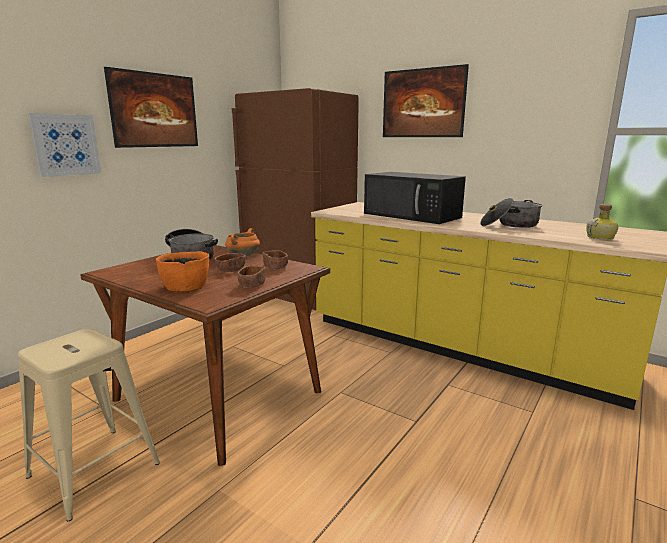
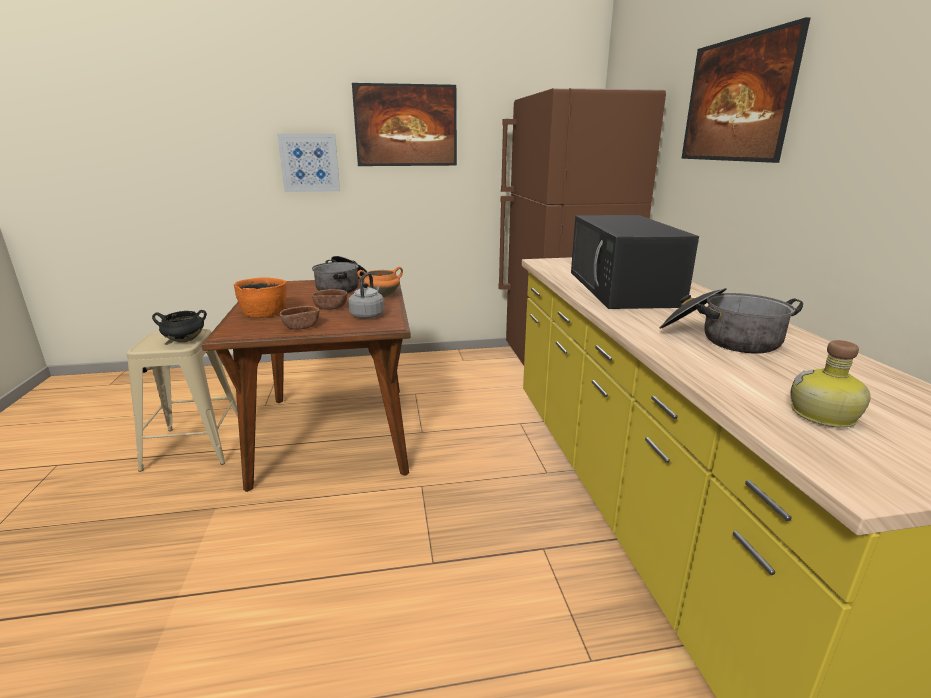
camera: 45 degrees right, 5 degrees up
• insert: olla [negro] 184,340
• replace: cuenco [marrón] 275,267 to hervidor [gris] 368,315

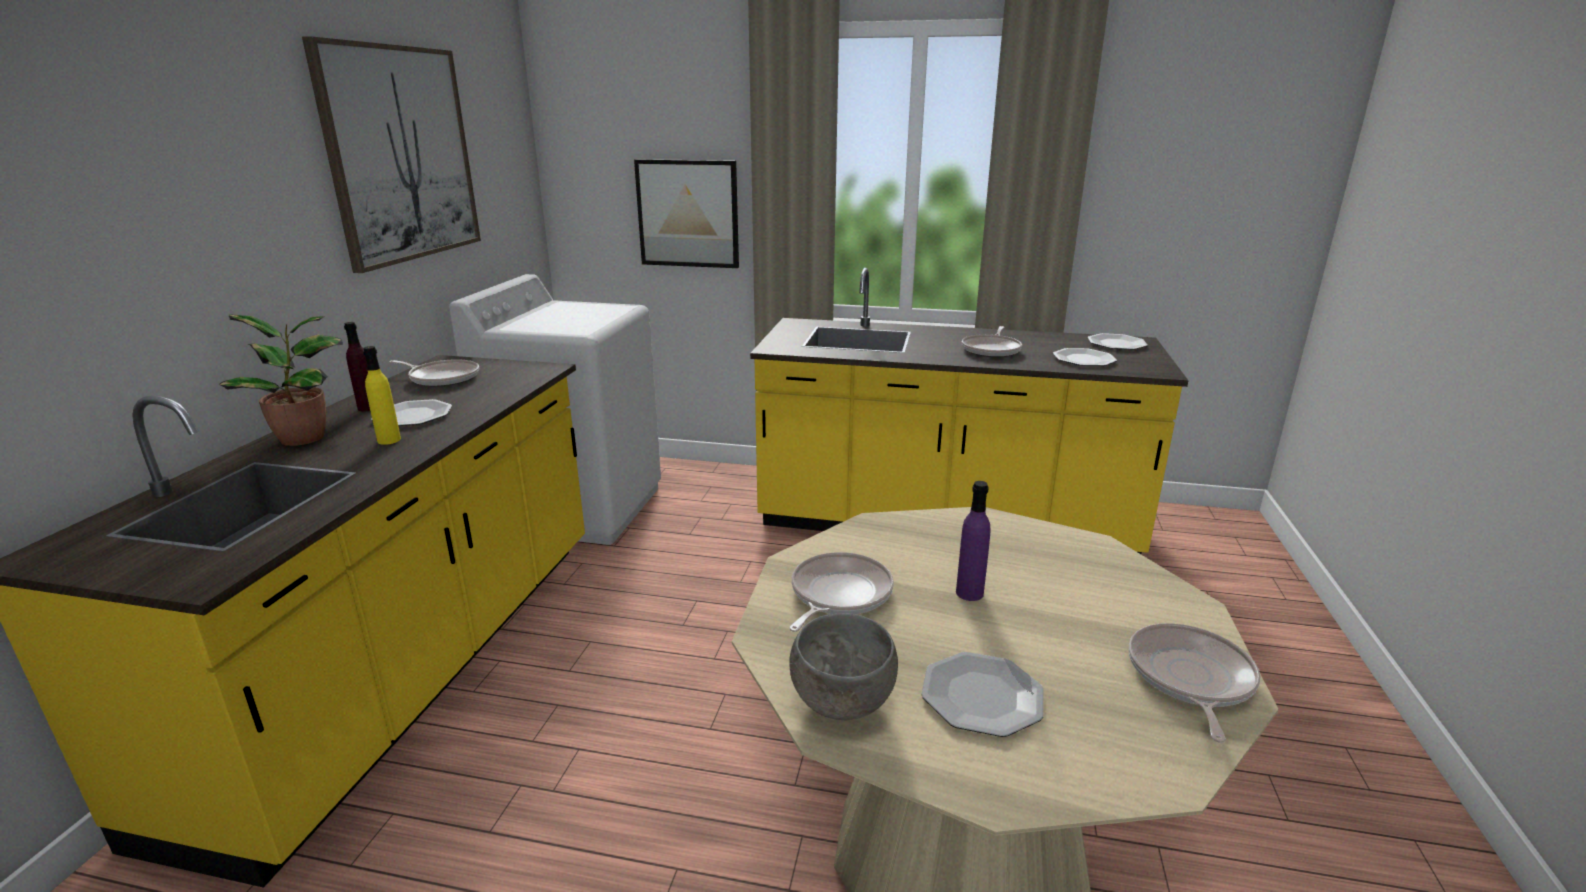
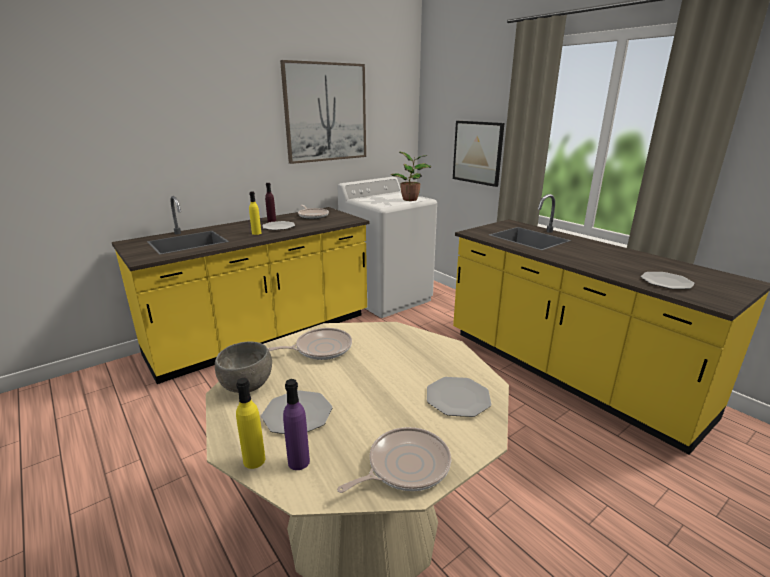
camera: 40 degrees right, 0 degrees up
• insert: botella [amarillo] 254,460
• move: botella [morado] 969,593 to 298,462
• move: planta en maceta 306,437 to 411,199
• move: plato 1116,344 to 457,398
• delete: sartén 992,350

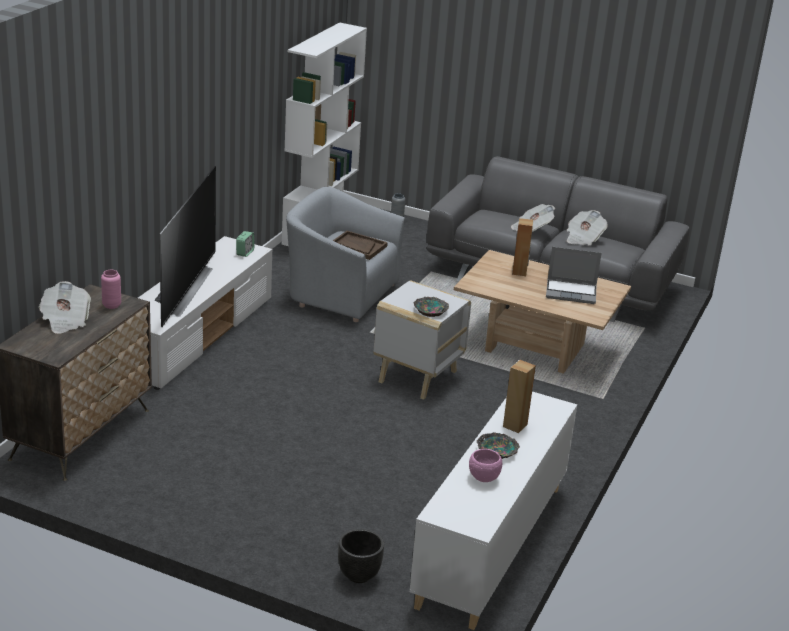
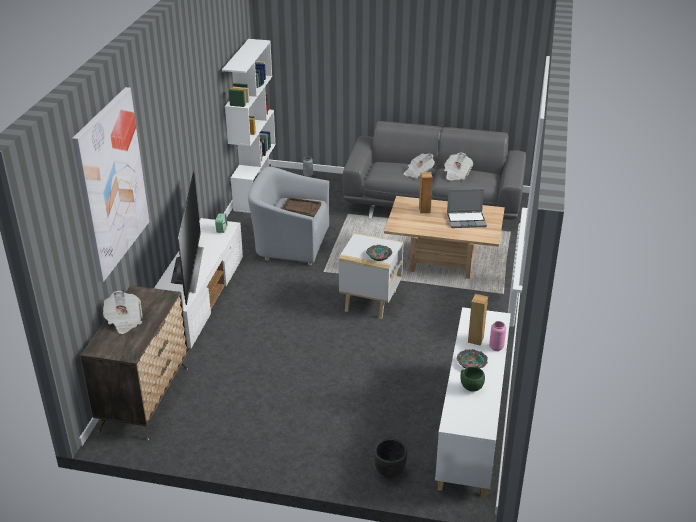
camera: 10 degrees left, 5 degrees up
• insert: cuadro 111,183
• recolor: cuenco [rosa] 483,478 to cuenco [verde] 471,387
• move: florero [rosa] 111,305 to 496,347

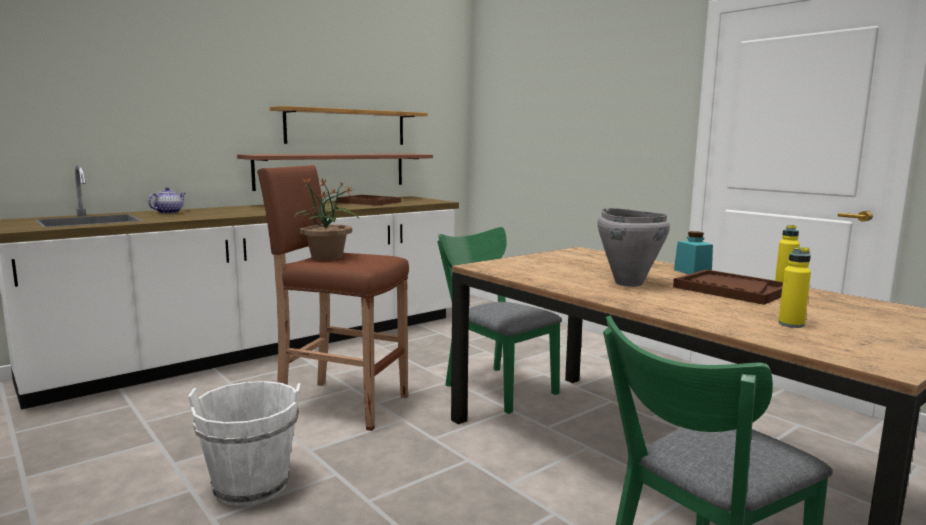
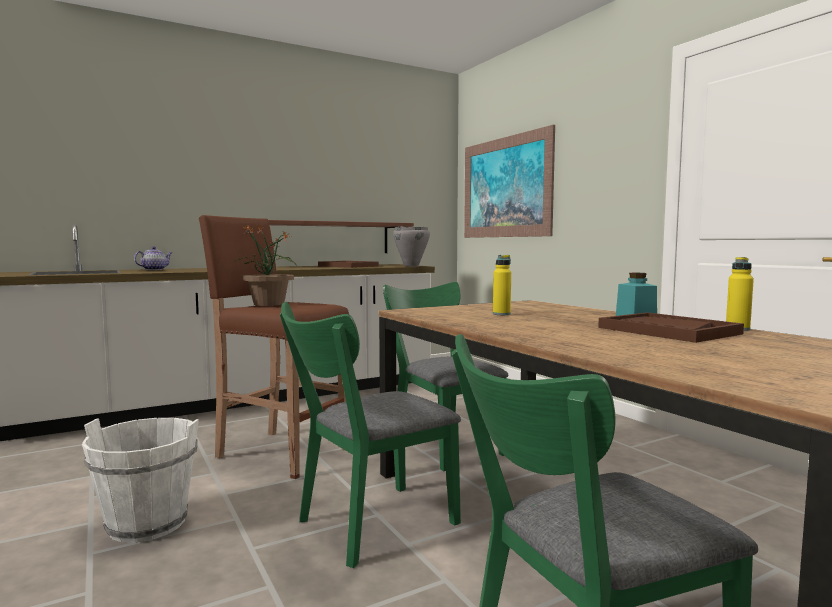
camera: 10 degrees right, 5 degrees down
• insert: silla [verde] 368,525
• move: olla [gris] 628,283 to 411,266
• insert: cuadro 505,187
• move: botella [amarillo] 791,324 to 501,314
• delete: estante 346,127

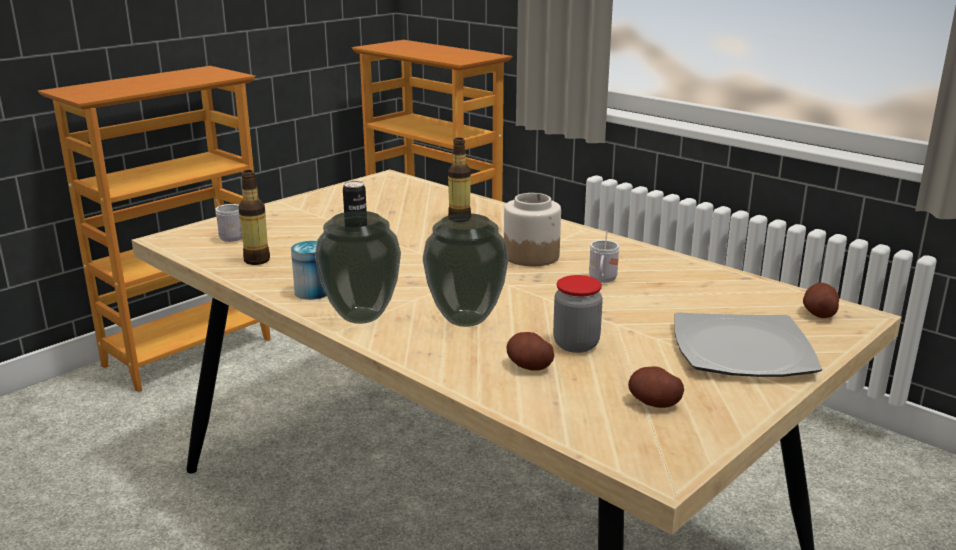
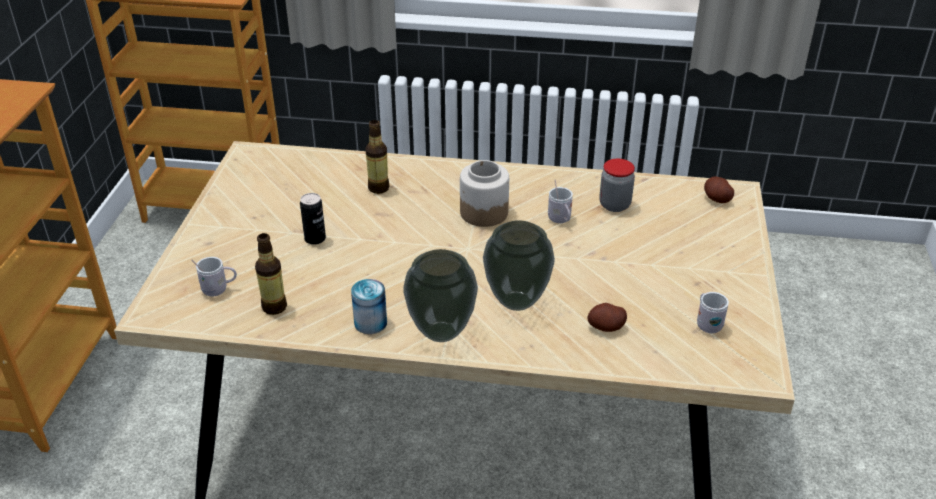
camera: 35 degrees left, 15 degrees up
• move: tarro 576,344 to 614,205
• replace: patata 654,403 to taza grande [blanco] 707,324
• delete: plato 743,349

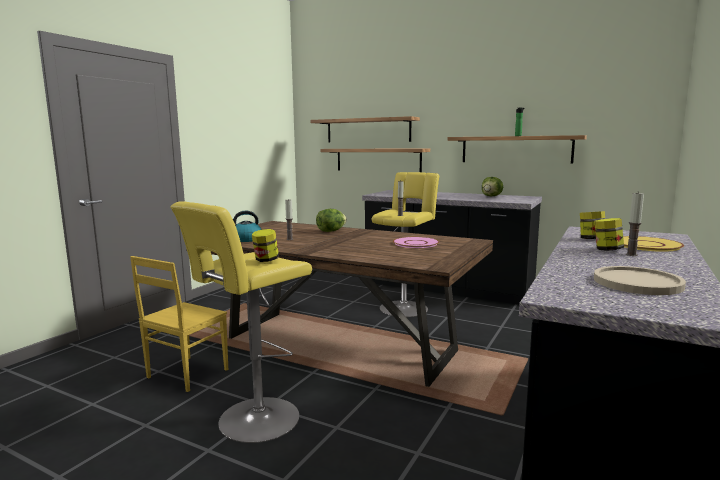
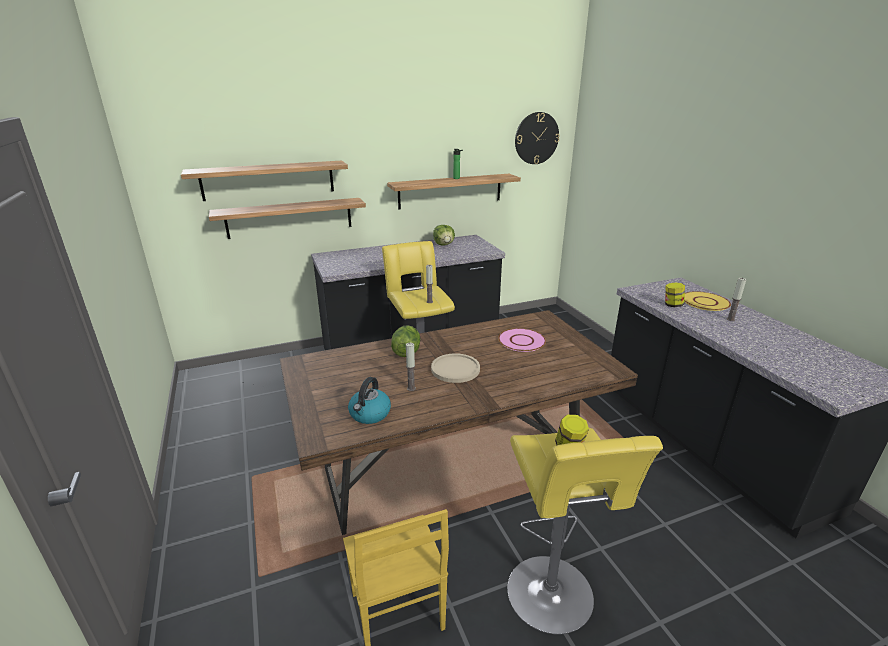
camera: 50 degrees left, 15 degrees up
• move: plato [beis] 637,282 to 455,369
• insert: reloj de pared 536,138
• delete: tarro 607,250

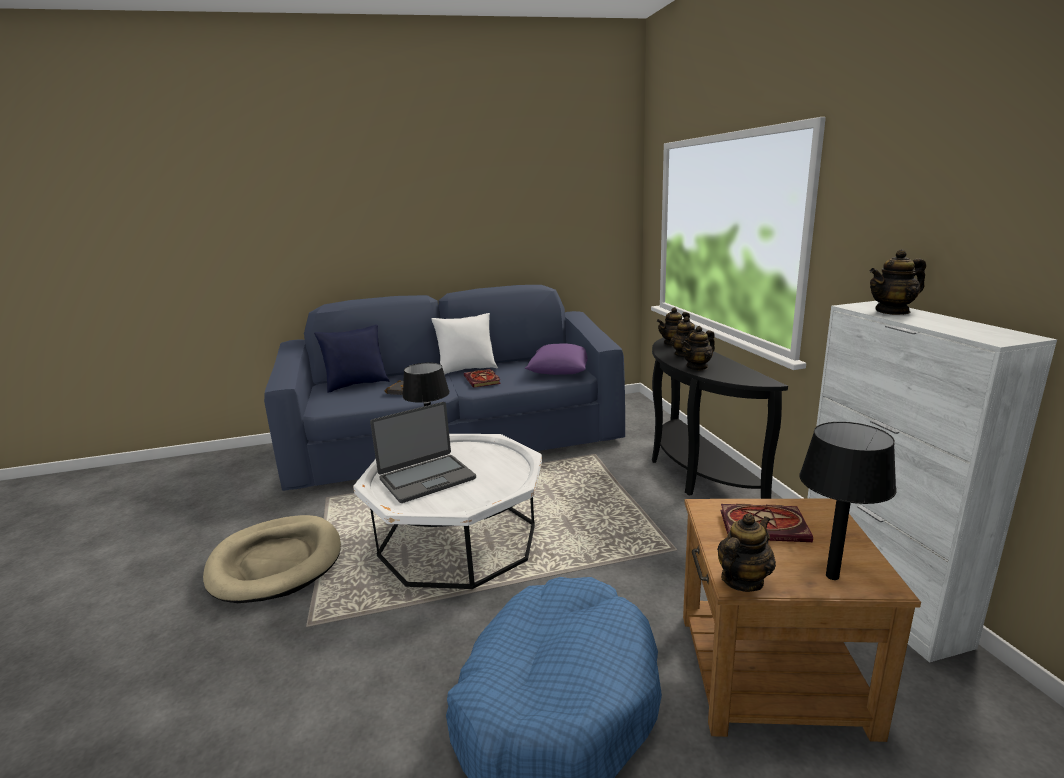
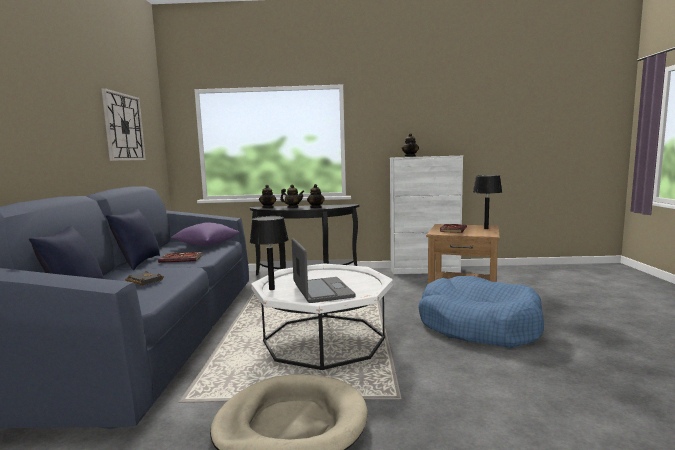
camera: 75 degrees left, 10 degrees down
• insert: reloj de pared 124,127
• recolor: cojín [blanco] 467,370 to cojín [azul] 138,263
• delete: tetera 742,581

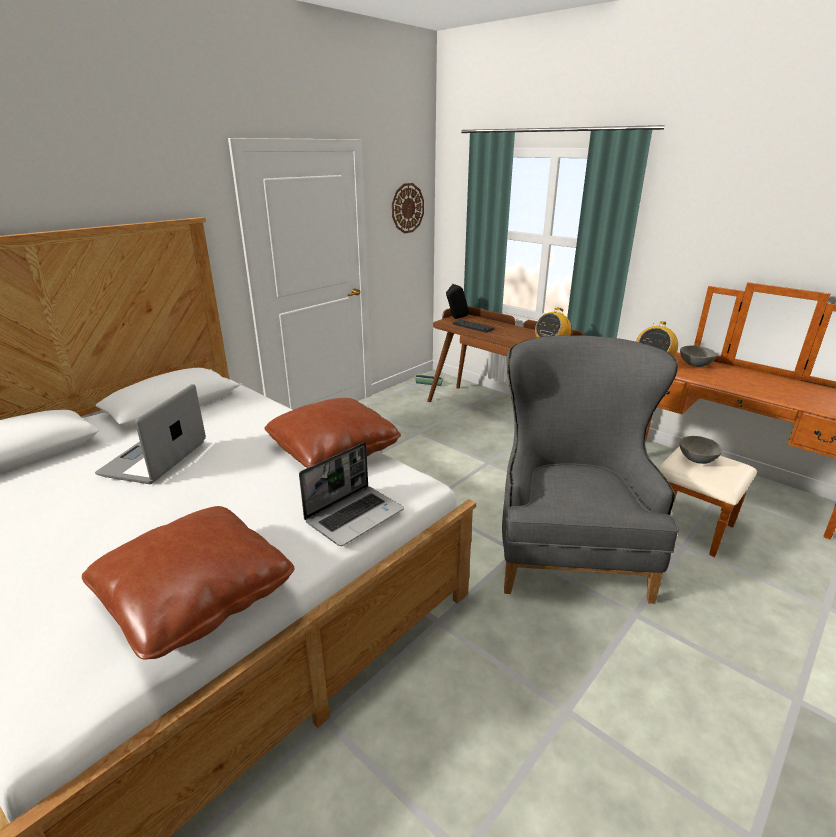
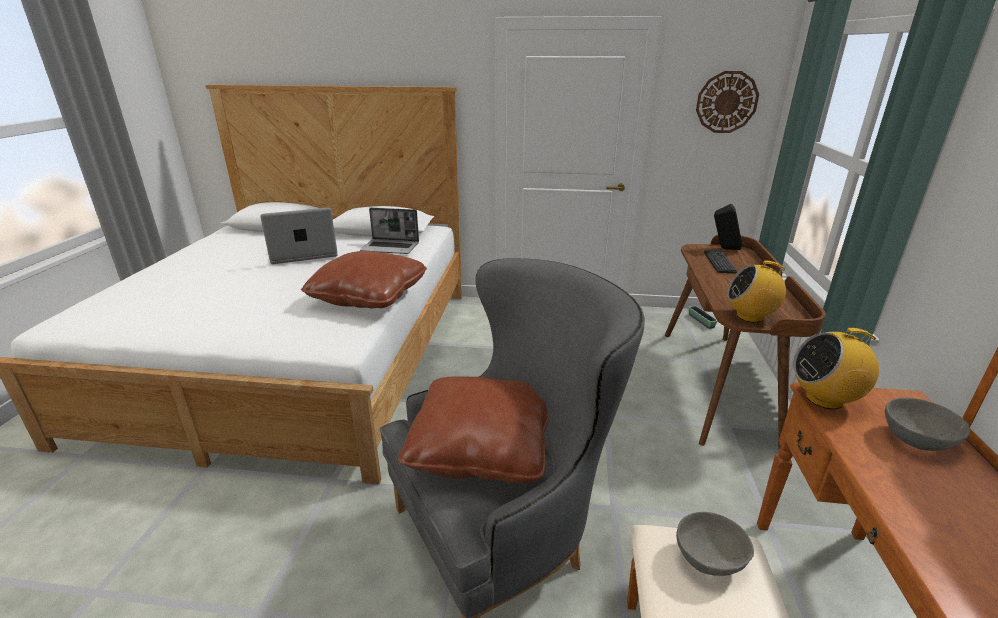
camera: 55 degrees right, 0 degrees up
• move: portátil 355,515 to 391,247
• move: cojín [marrón] 195,596 to 481,446

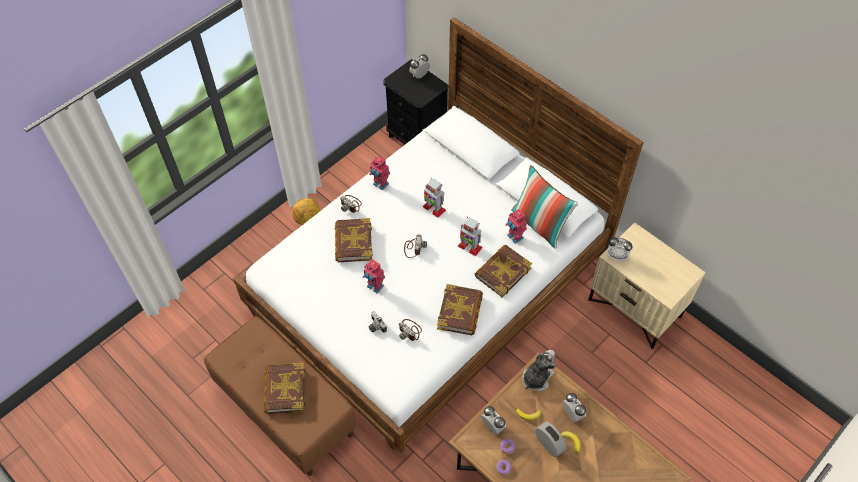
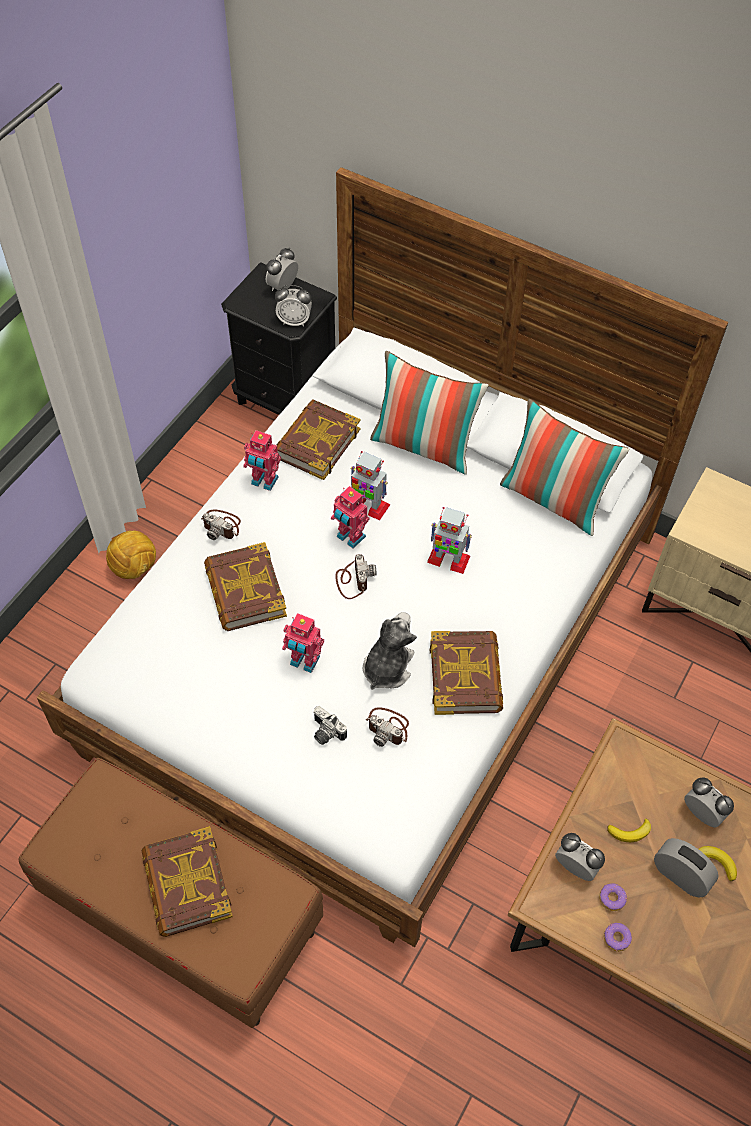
camera: 15 degrees left, 0 degrees up
• move: despertador 616,256 to 294,321
• move: libro 502,272 to 316,443
• move: robot de juguete 514,237 to 349,537
• move: peluche 536,378 to 387,667
• insert: cojín 424,446

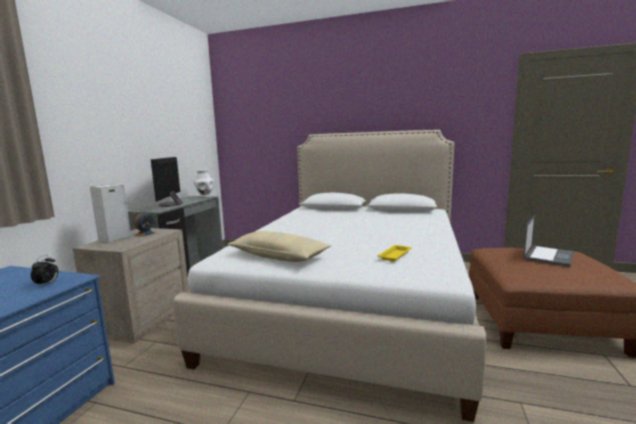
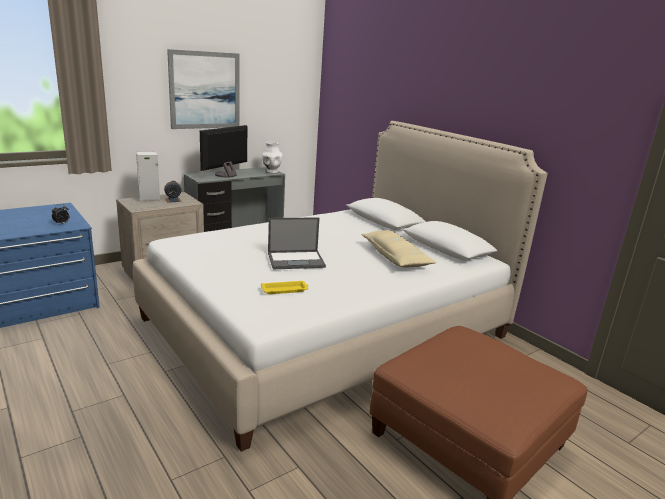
camera: 35 degrees right, 10 degrees up
• insert: cuadro 205,90
• move: portátil 548,256 to 296,260
• move: cojín [beis] 279,256 to 396,257

